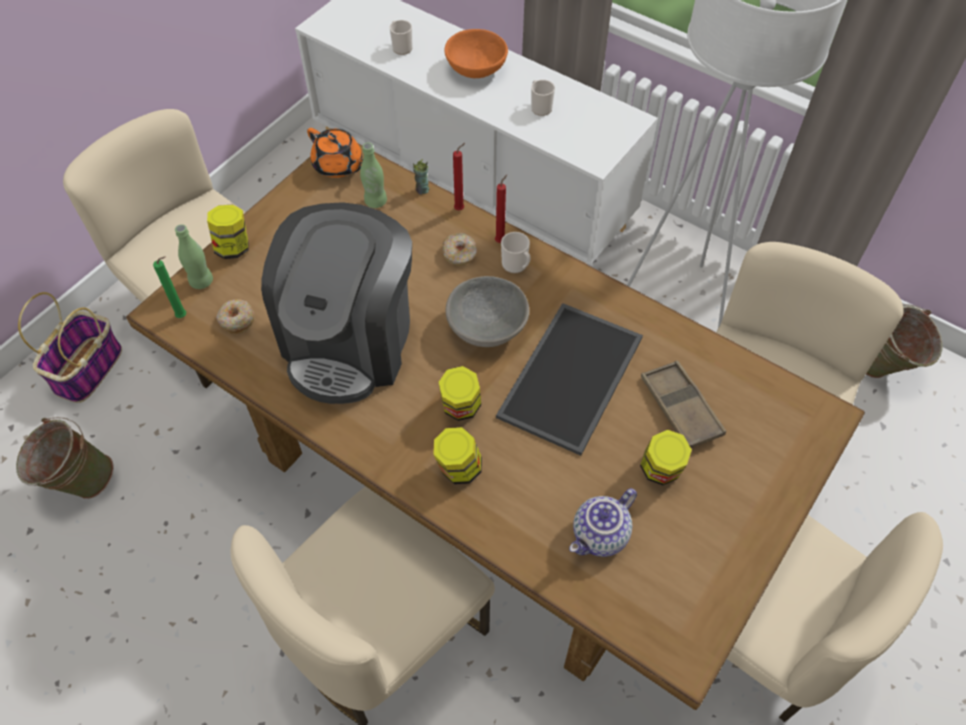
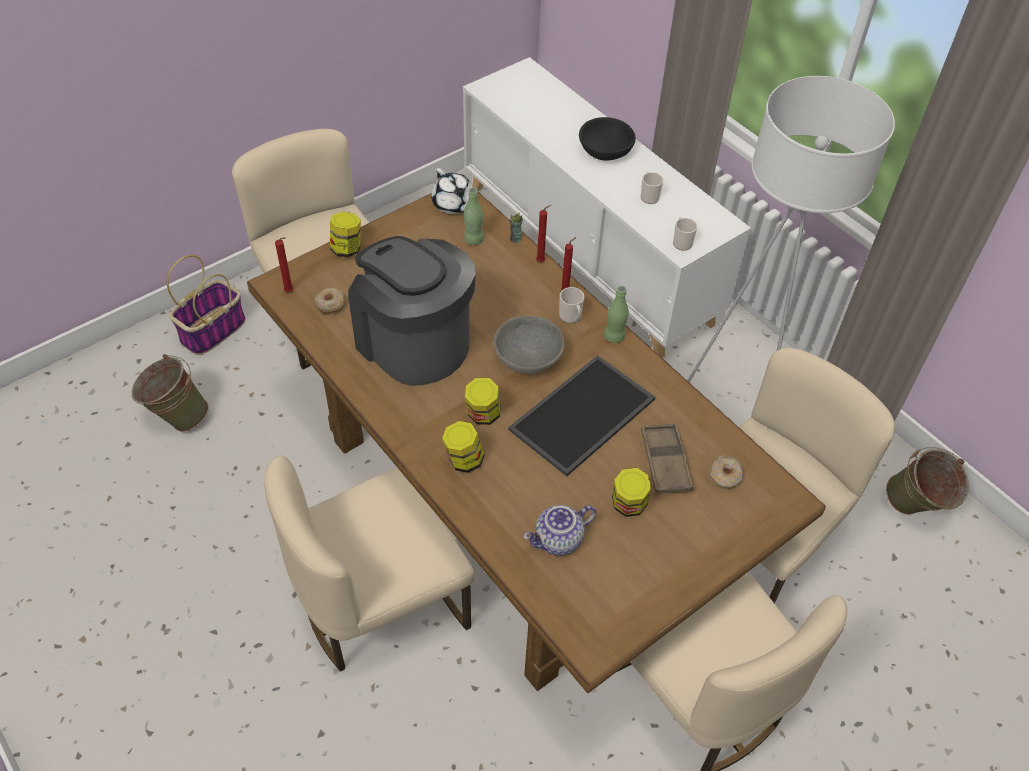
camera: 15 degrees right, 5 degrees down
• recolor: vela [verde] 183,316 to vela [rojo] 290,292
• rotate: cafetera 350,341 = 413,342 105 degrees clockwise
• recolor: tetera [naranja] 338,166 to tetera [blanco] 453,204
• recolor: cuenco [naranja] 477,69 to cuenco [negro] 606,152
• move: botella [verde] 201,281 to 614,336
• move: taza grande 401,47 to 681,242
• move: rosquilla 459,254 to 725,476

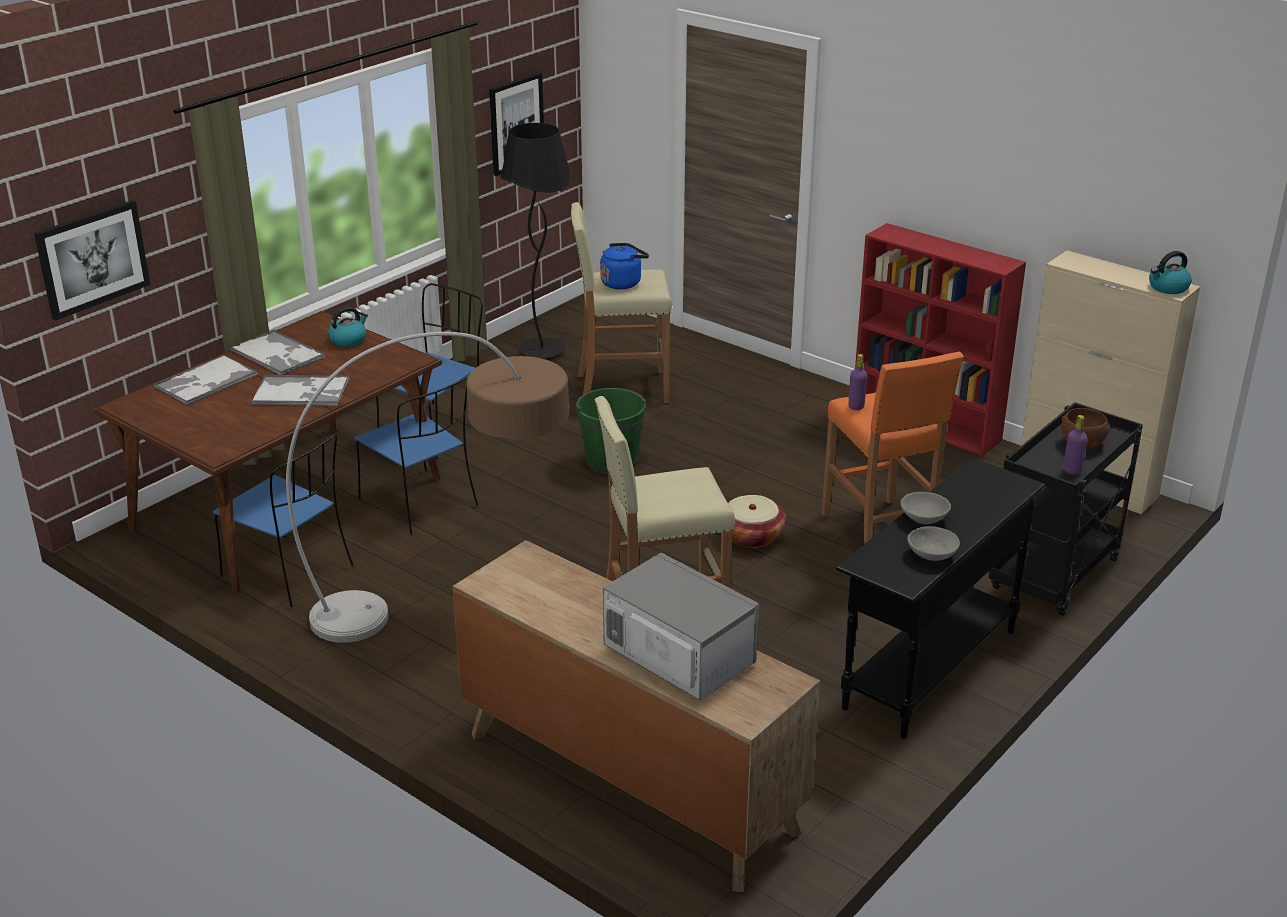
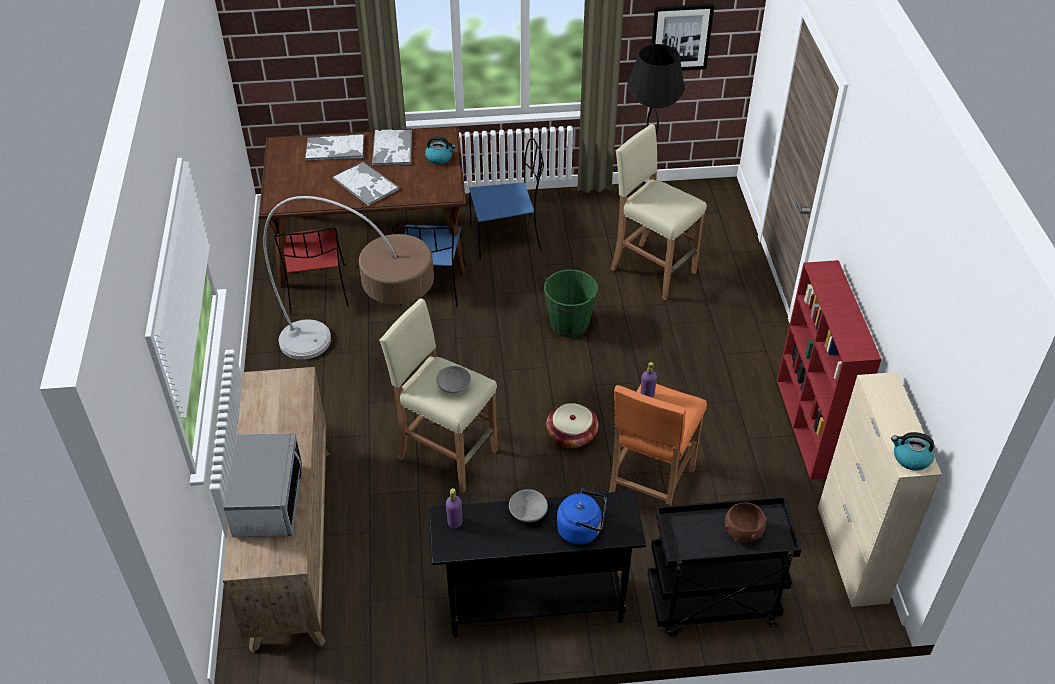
camera: 45 degrees right, 15 degrees up
• recolor: silla [azul] 290,572 to silla [rojo] 318,291
• move: cuenco [gris] 932,554 to 454,386
• move: botella [morado] 1072,470 to 455,522
• move: hervidor [azul] 622,282 to 582,530
• delete: cuadro 92,259

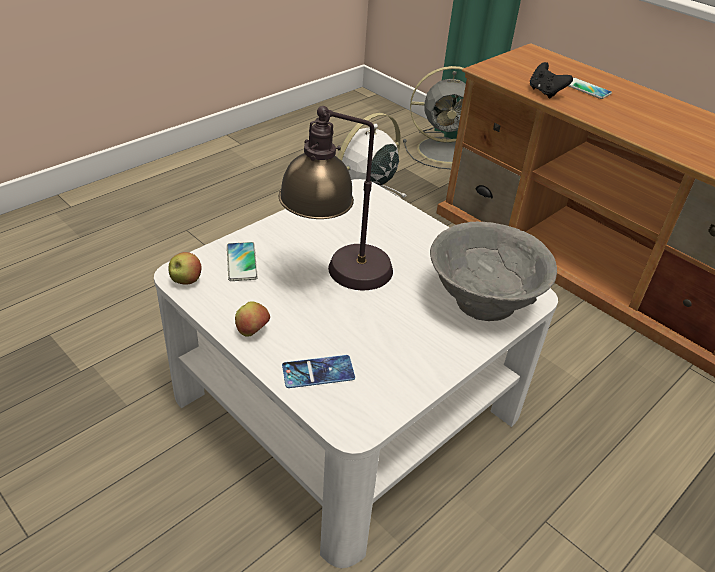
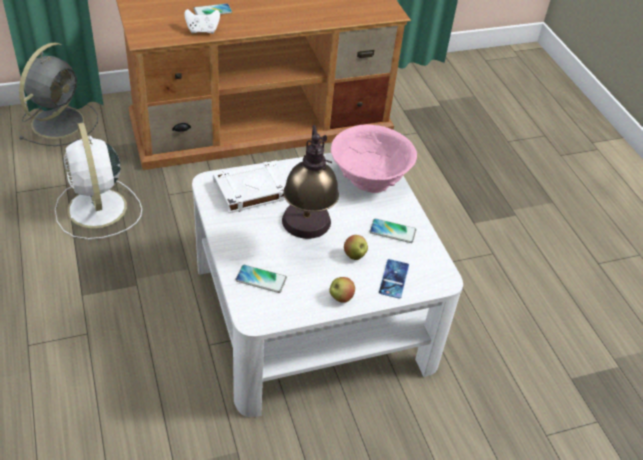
camera: 65 degrees left, 5 degrees up
• recolor: mando de consola [negro] 545,92 to mando de consola [blanco] 202,31
• insert: libro [blanco] 252,191
• recolor: cuenco [gris] 483,301 to cuenco [rosa] 369,180
• move: manzana 186,281 to 354,255
• insert: móvil 392,231

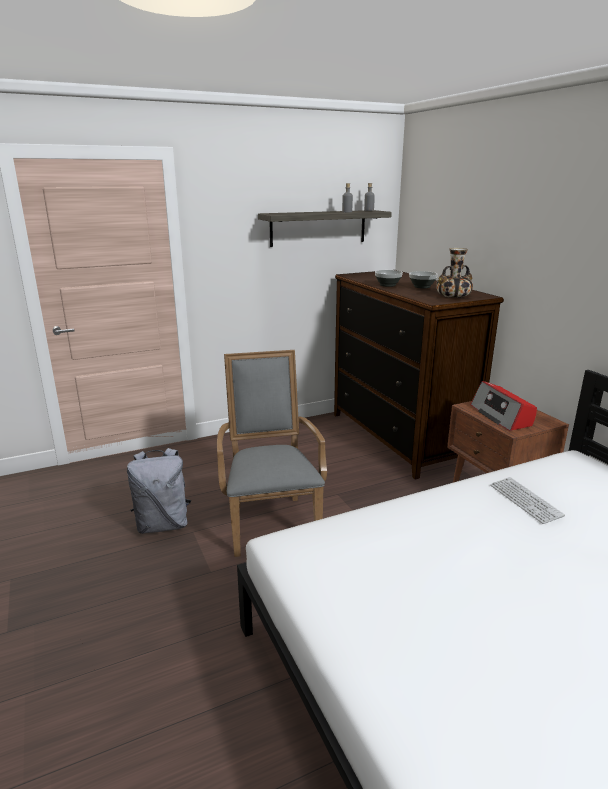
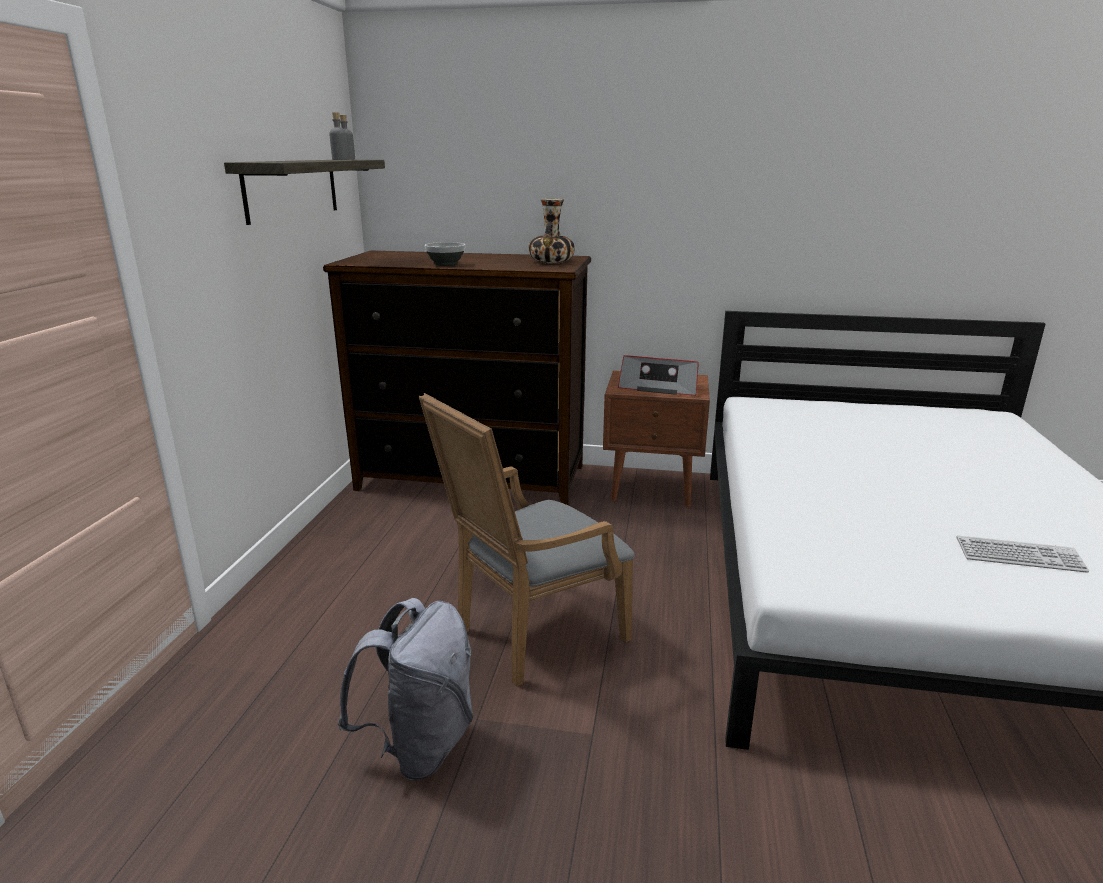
camera: 55 degrees left, 0 degrees up
• rotate: sillón [gris] 271,520 = 531,636 60 degrees counterclockwise
• move: teclado 525,501 to 1019,556
• delete: cuenco 422,287

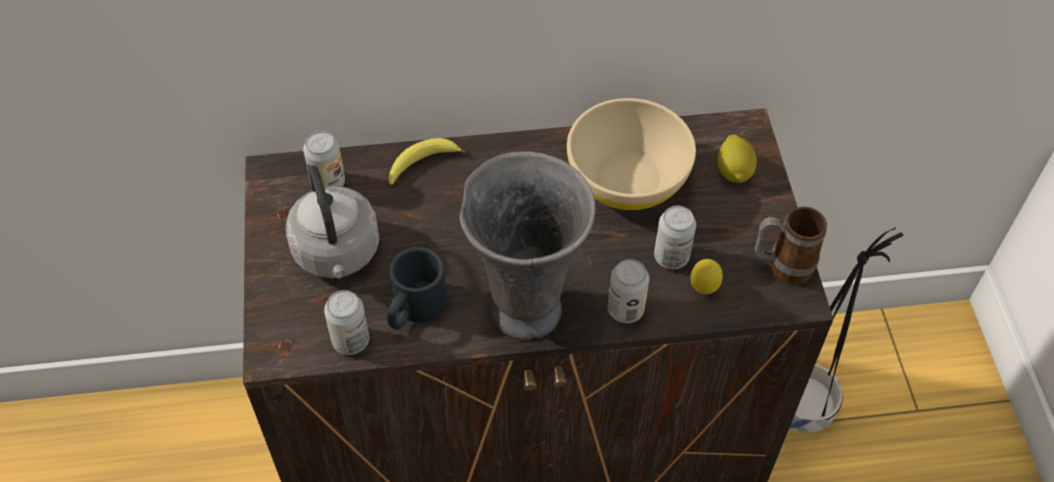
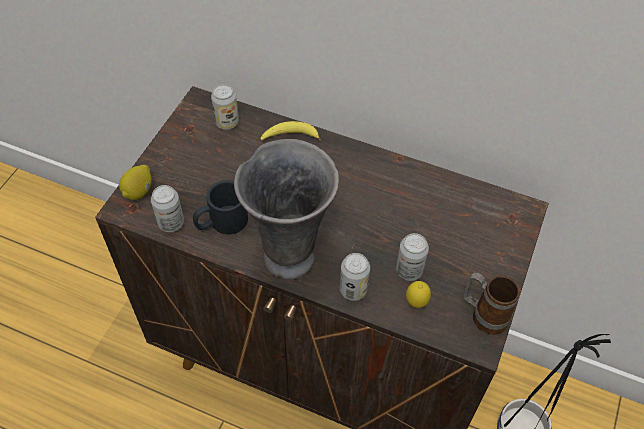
camera: 30 degrees right, 0 degrees up
• move: limón 734,171 to 139,191
• delete: hervidor [gris] 337,254
• delete: cuenco [beis] 627,179

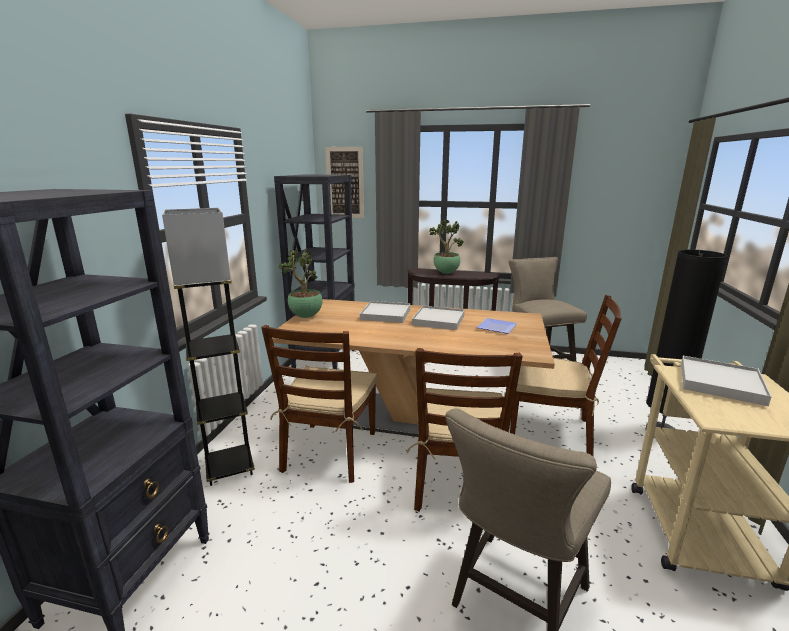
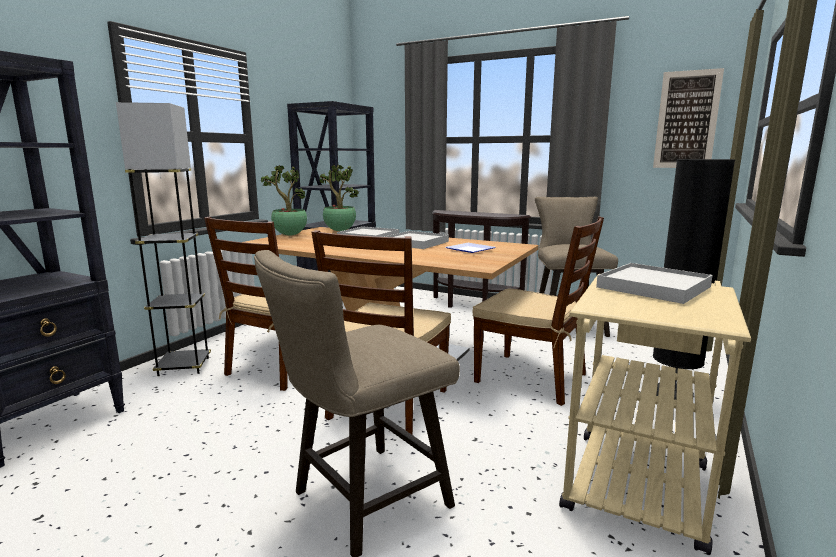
camera: 15 degrees right, 5 degrees down
• move: planta en maceta 445,273 to 339,231
• move: cuadro 345,183 to 686,120

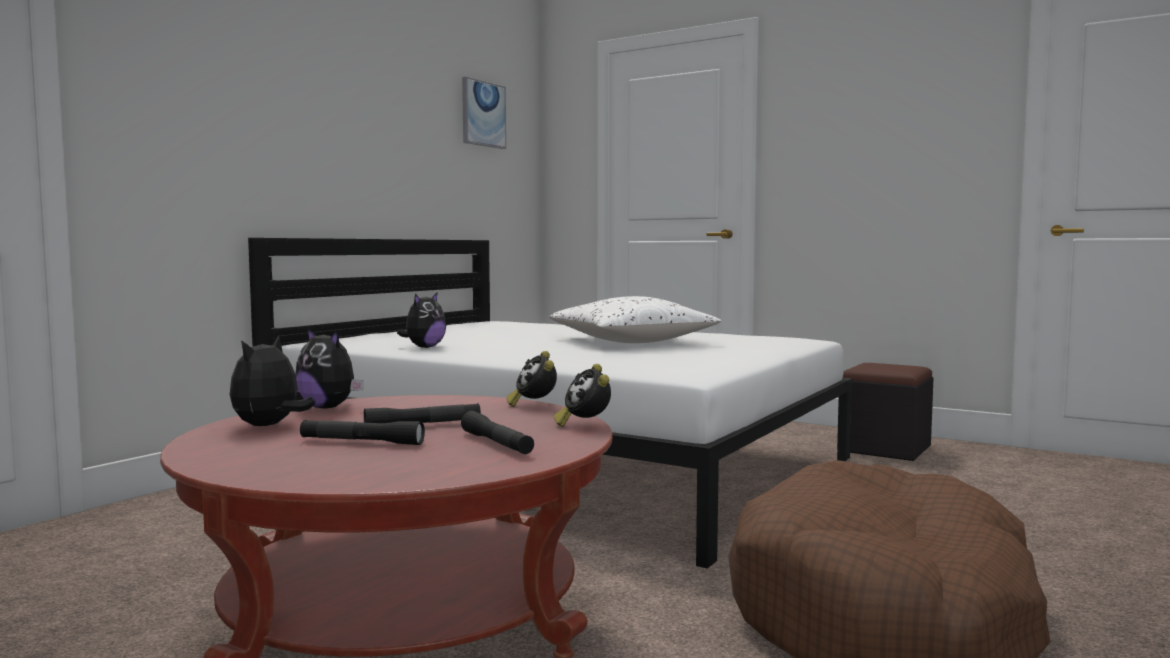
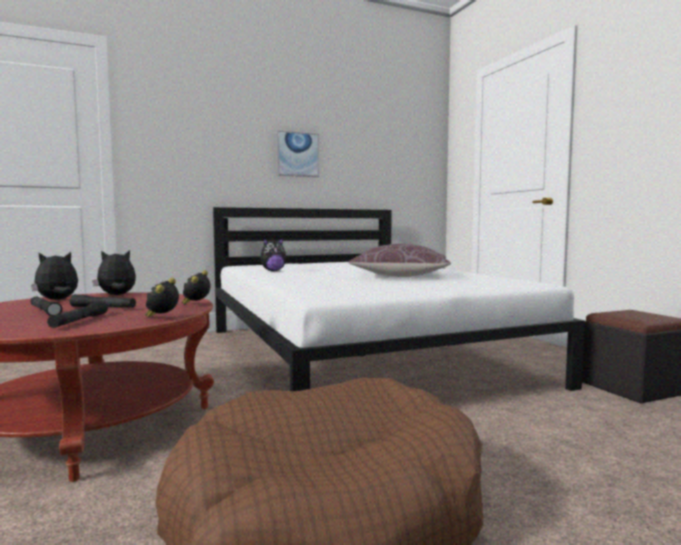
camera: 35 degrees right, 0 degrees up
• rotate: peluche 329,407 = 117,295 90 degrees clockwise
• move: cuadro 483,114 to 297,154
• recolor: cojín [blanco] 632,342 to cojín [marrón] 400,276

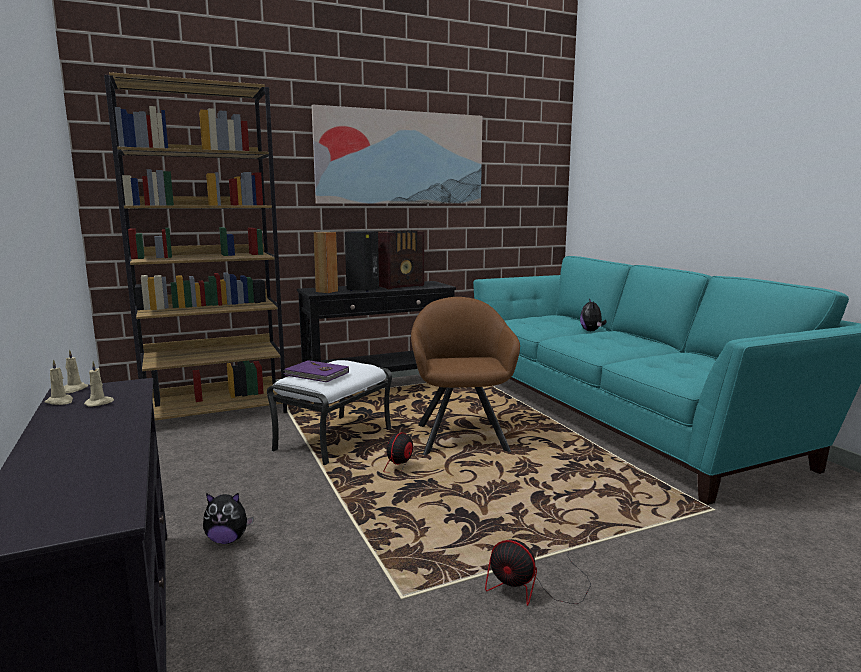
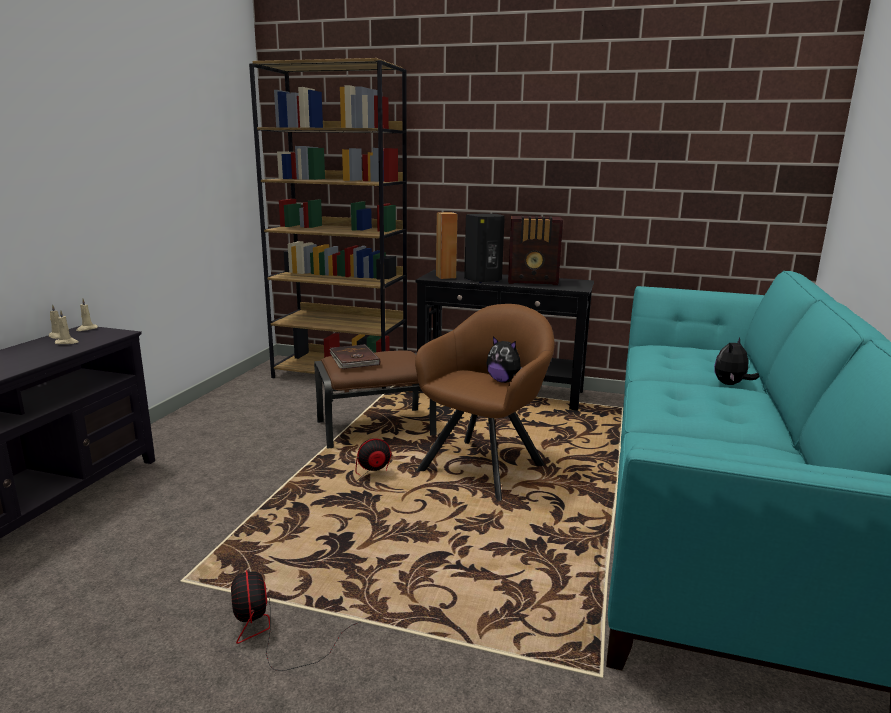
camera: 40 degrees right, 5 degrees up
• recolor: puf [blanco] 334,439 to puf [marrón] 376,428
• recolor: libro [morado] 316,374 to libro [marrón] 353,359
• move: peluche 227,540 to 504,381
• delete: cuadro 401,158

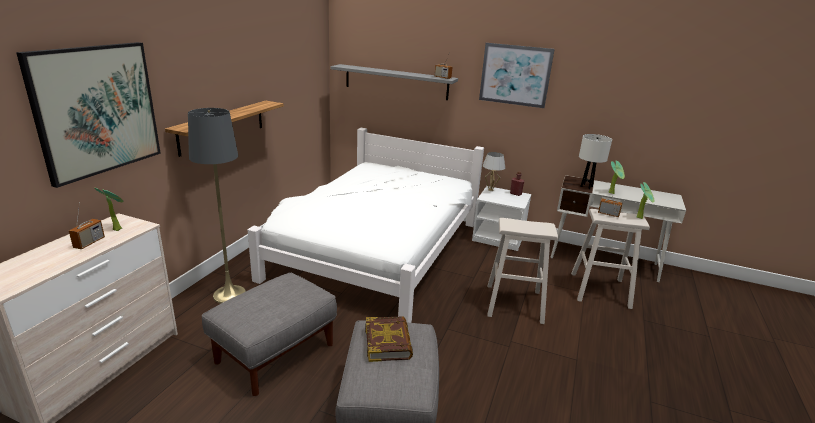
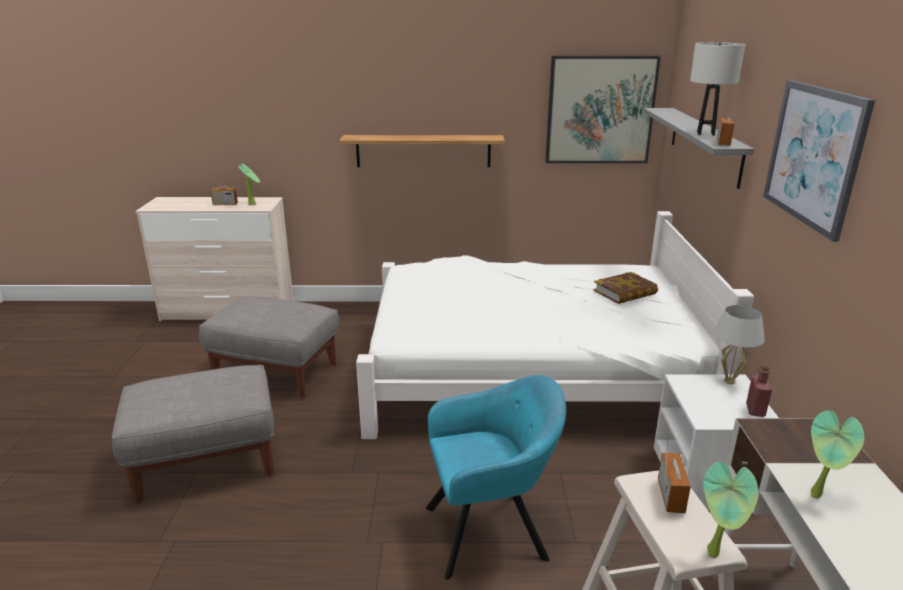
camera: 70 degrees right, 0 degrees up
• replace: taburete [beis] 514,303 to sillón [turquesa] 490,531
• move: cuadro 97,110 to 600,110
• move: libro 388,342 to 625,292
• move: lámpara de mesa [blanco] 586,186 to 705,133
• delete: lámpara de pie [gris] 229,294

